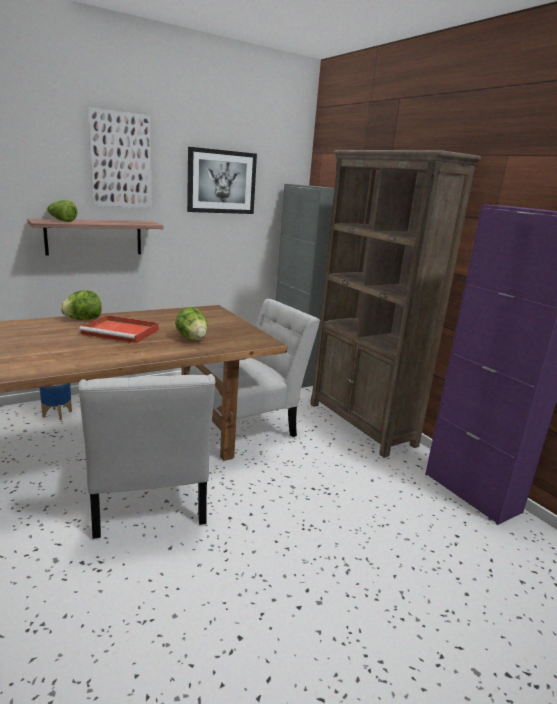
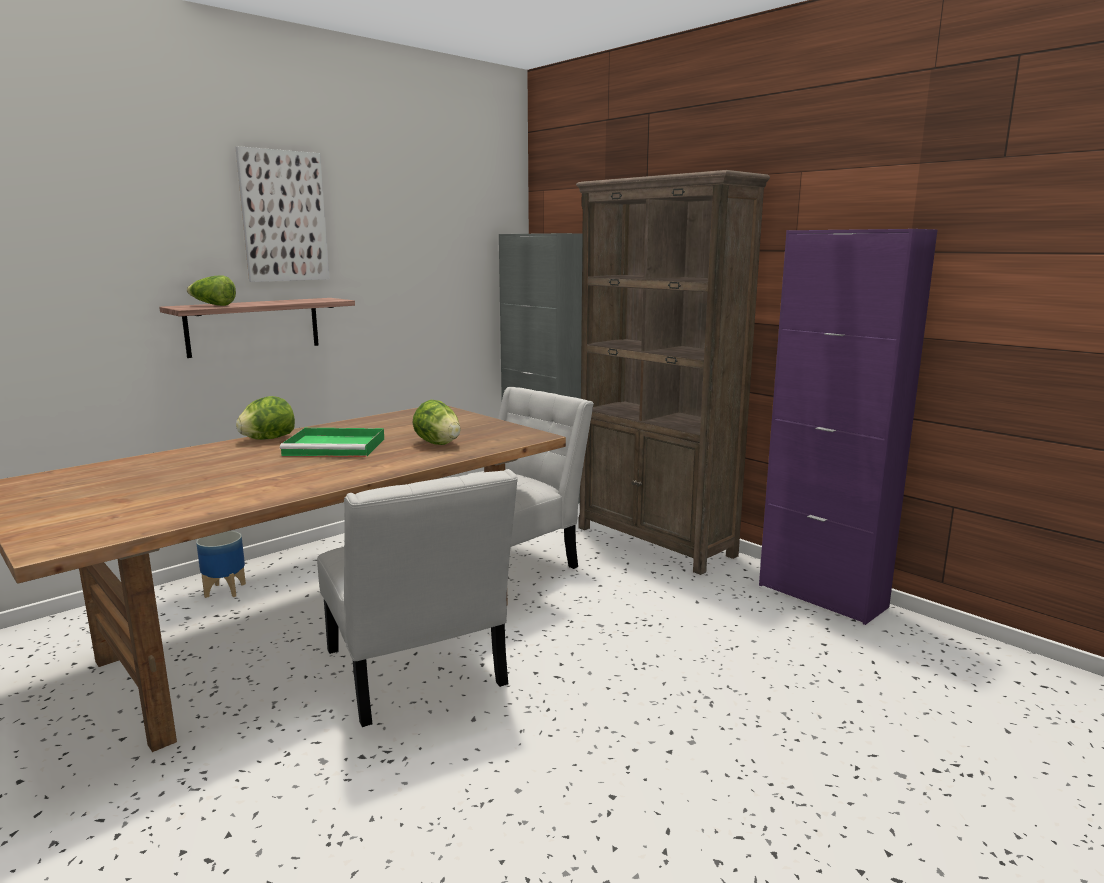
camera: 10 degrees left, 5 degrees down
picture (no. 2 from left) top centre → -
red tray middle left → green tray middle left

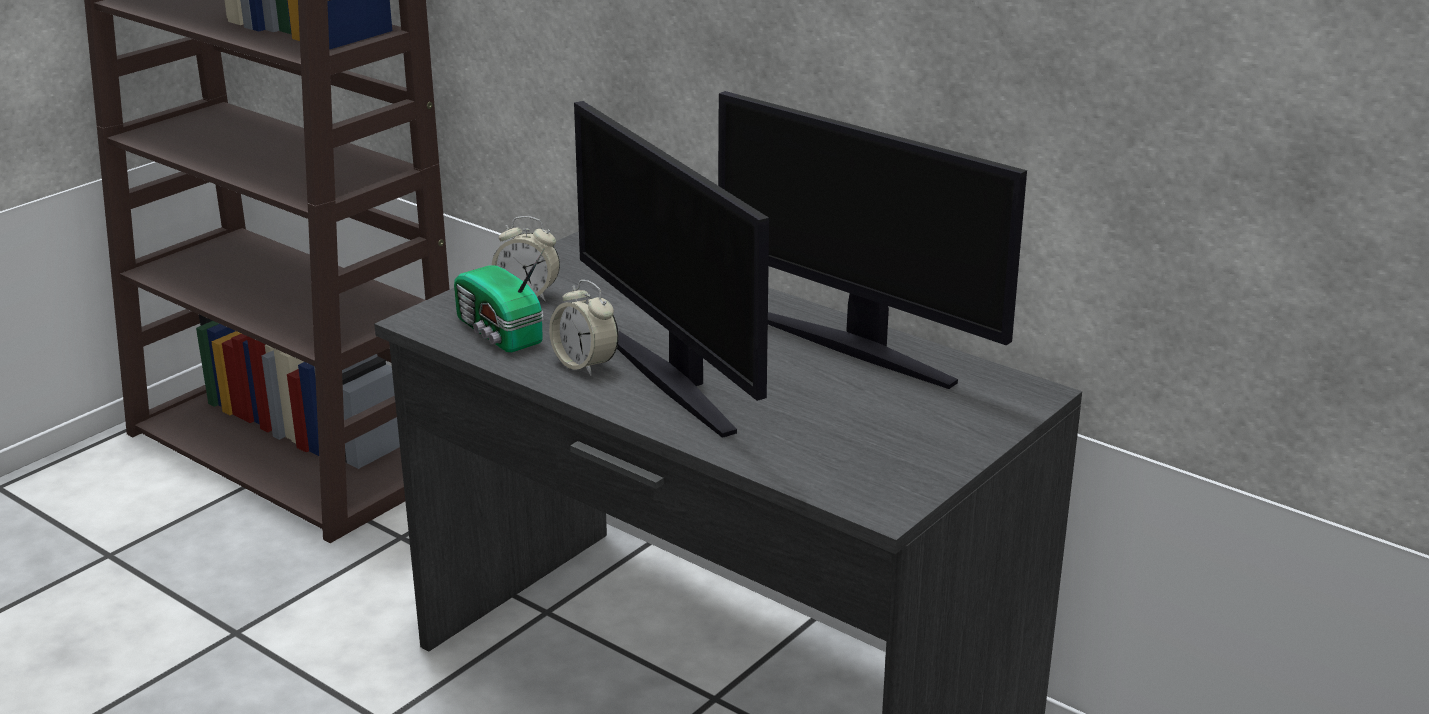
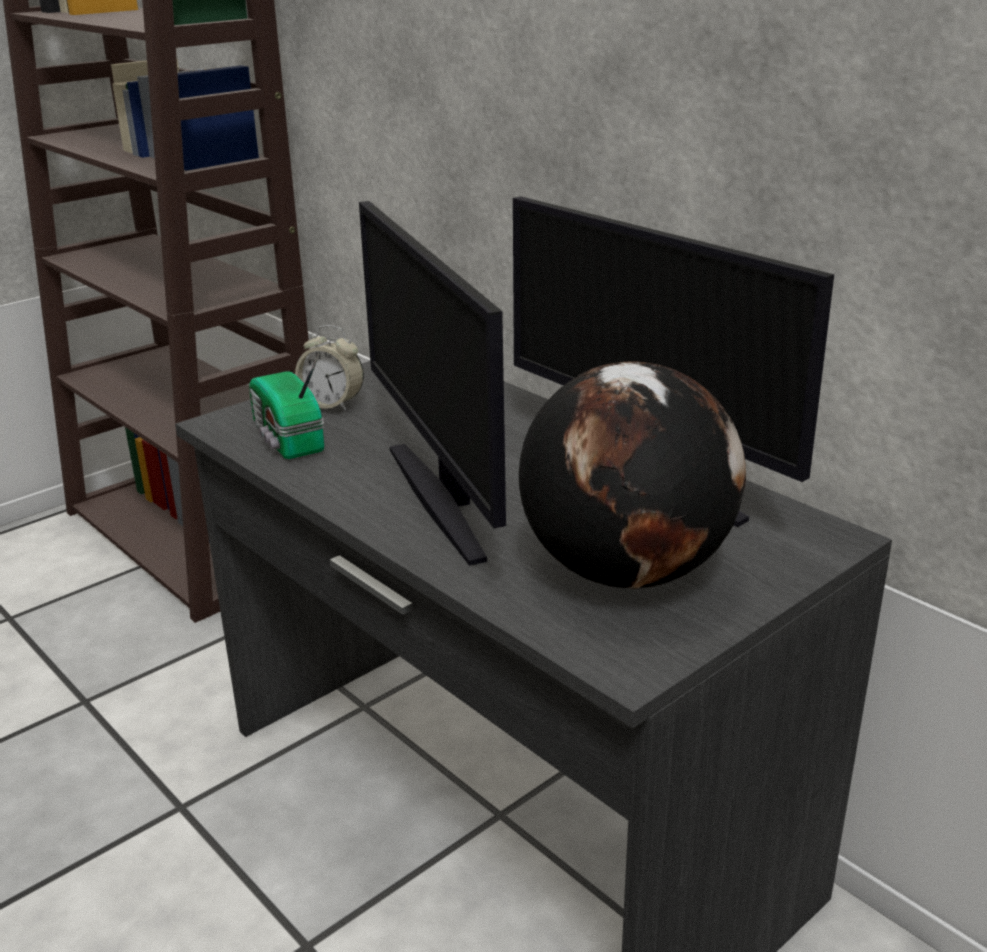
camera: 10 degrees right, 0 degrees up
alarm clock (no. 2 from left) centre → -
- → globe centre

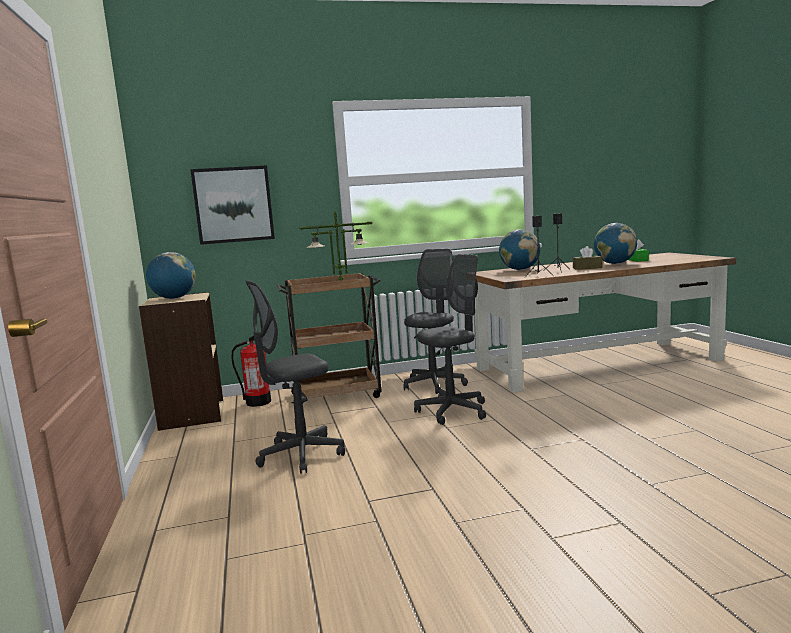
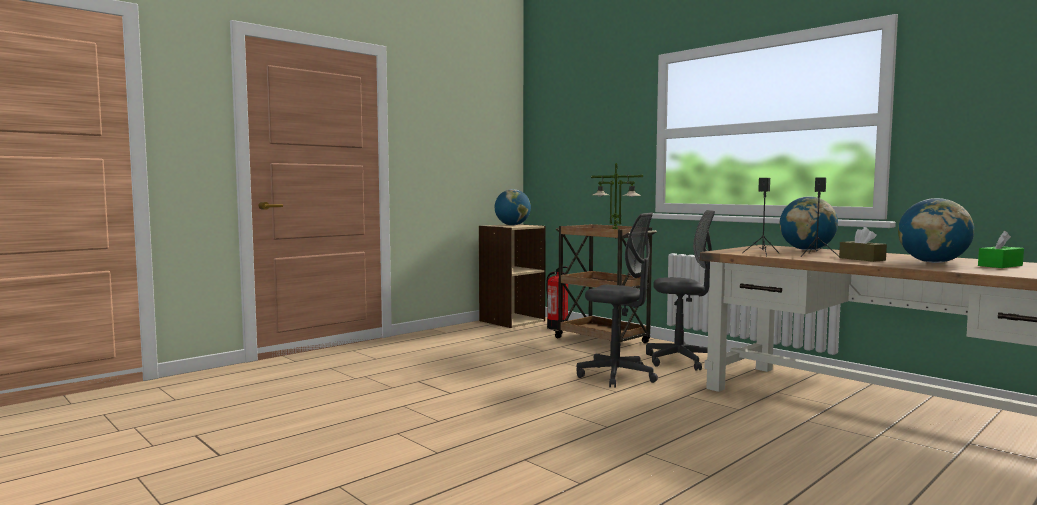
camera: 60 degrees right, 5 degrees down
picture top left → -
grey office chair (no. 1 from left) centre → -

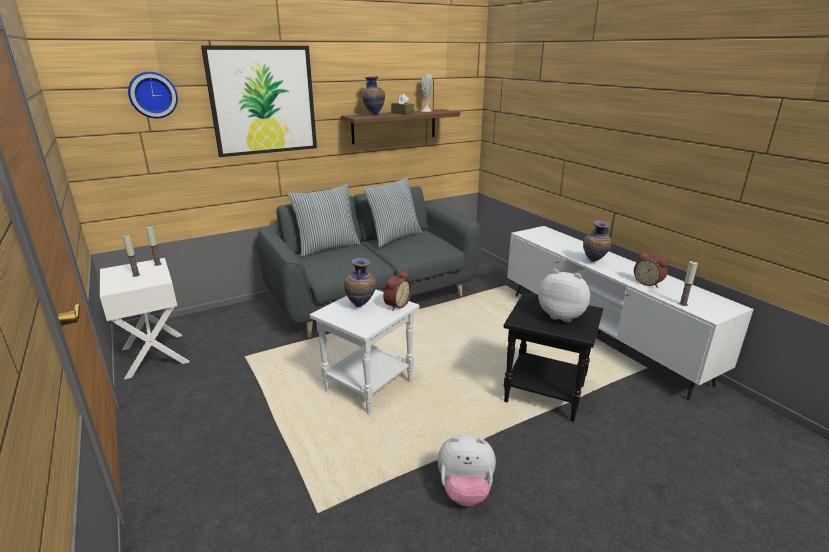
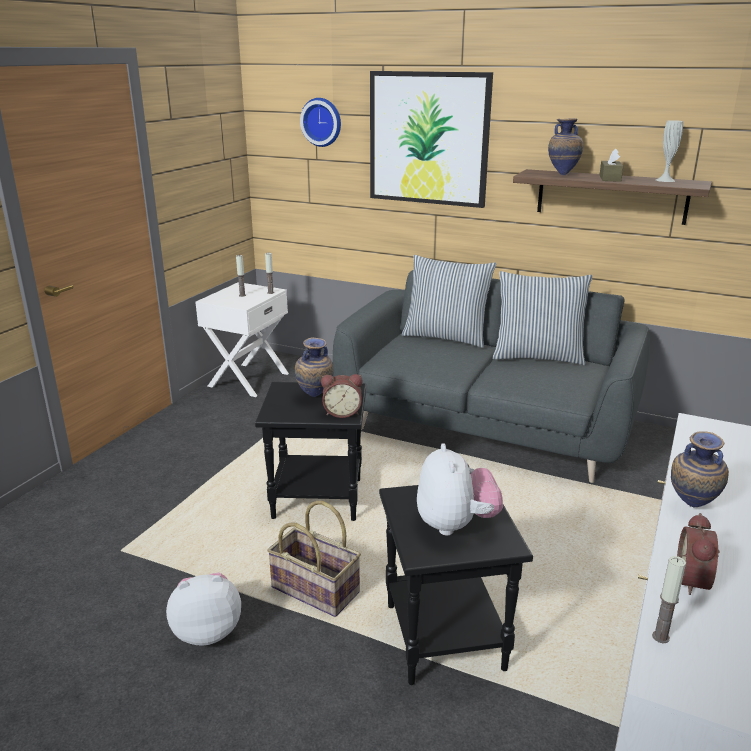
camera: 55 degrees right, 0 degrees up
- → basket bottom centre
white side table centre → black side table (no. 1 from left) centre
plush toy (no. 1 from left) bottom centre → plush toy (no. 1 from left) bottom left, 105 degrees clockwise

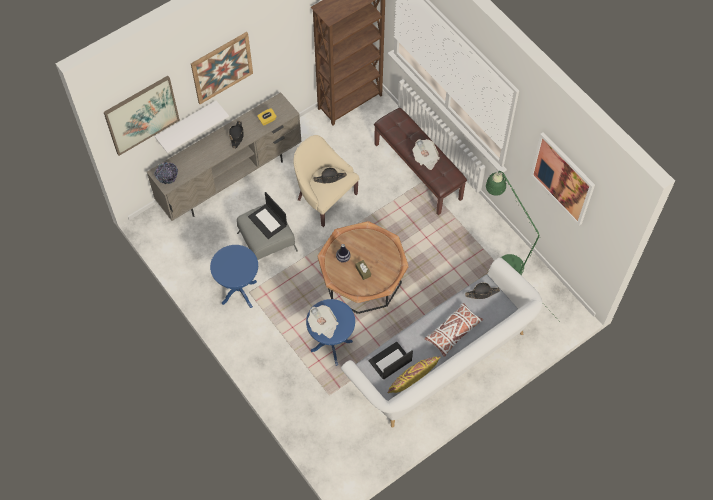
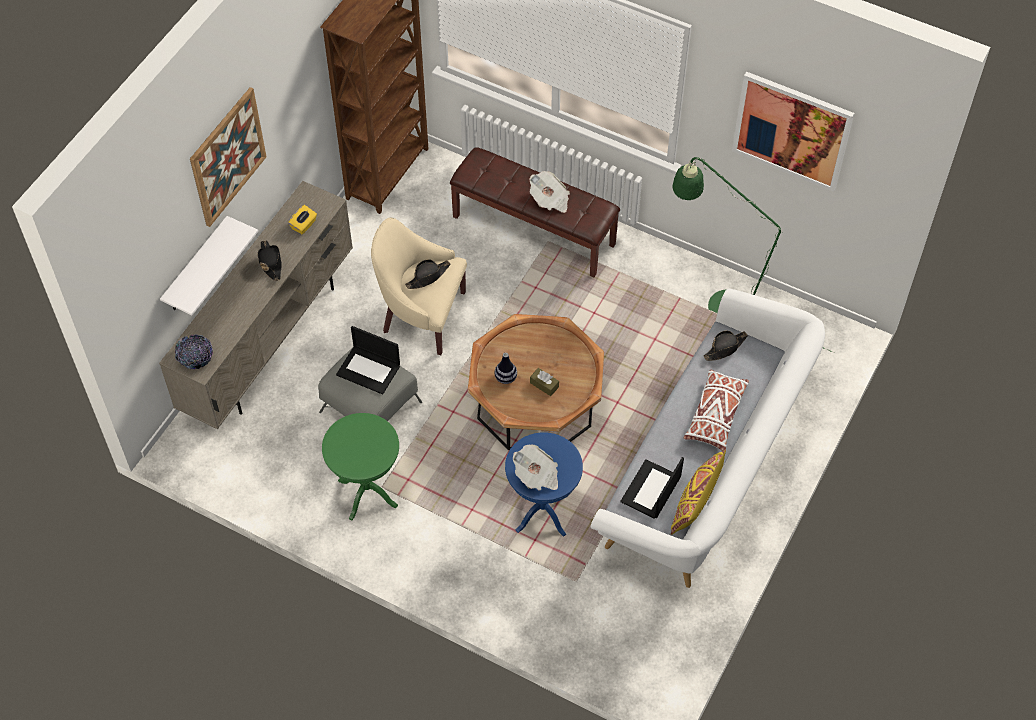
camera: 25 degrees left, 5 degrees down
picture (no. 1 from left) top left → -
blue side table (no. 1 from left) middle left → green side table centre

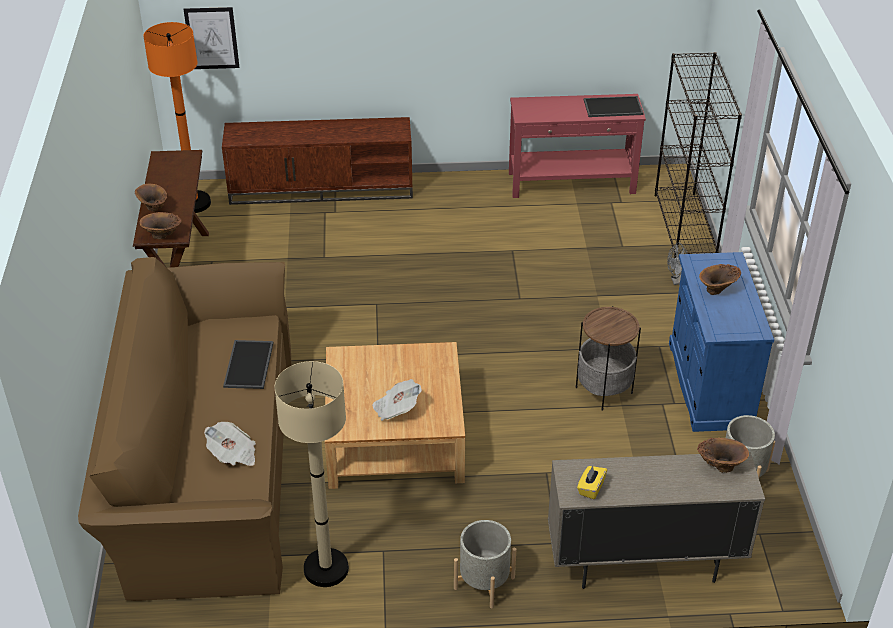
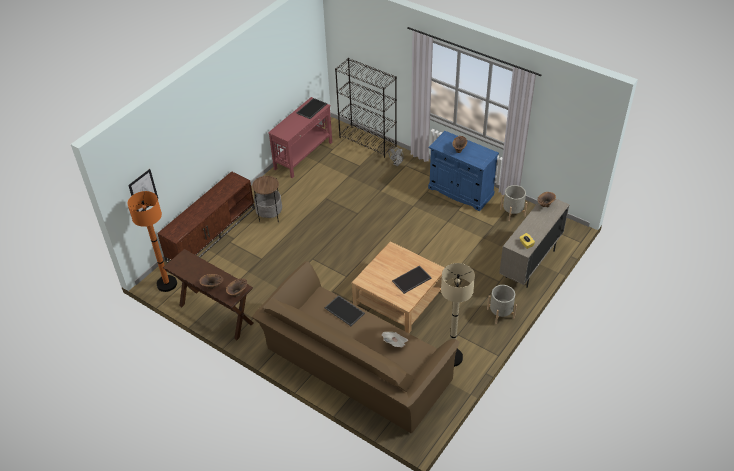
camera: 50 degrees left, 5 degrees up
side table middle right → side table centre, shifted
newspaper (no. 2 from left) centre → tray (no. 3 from left) centre

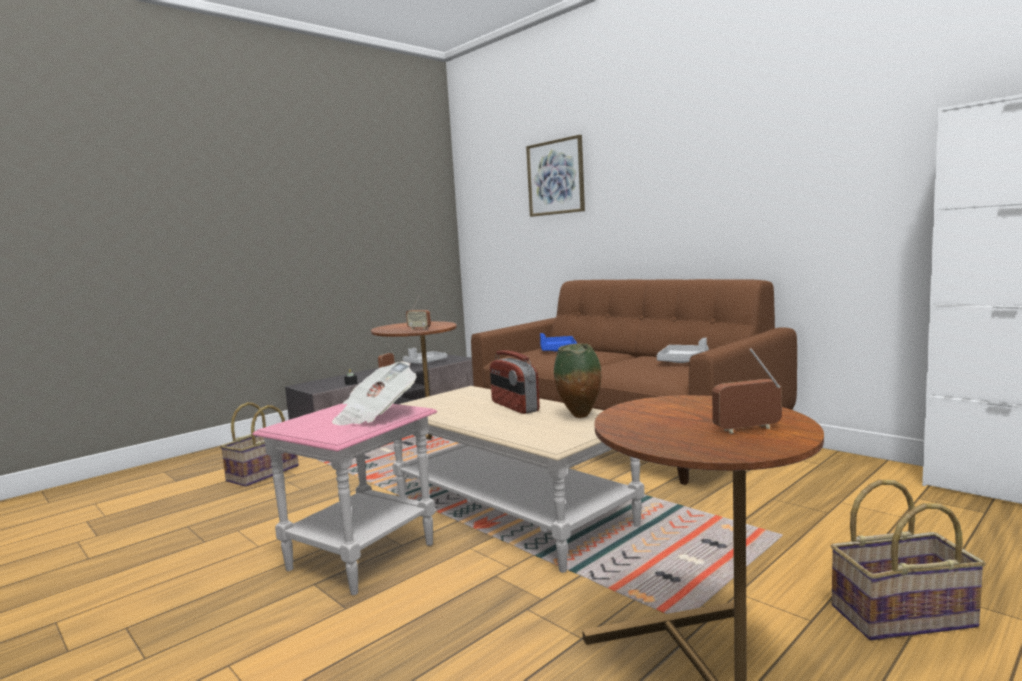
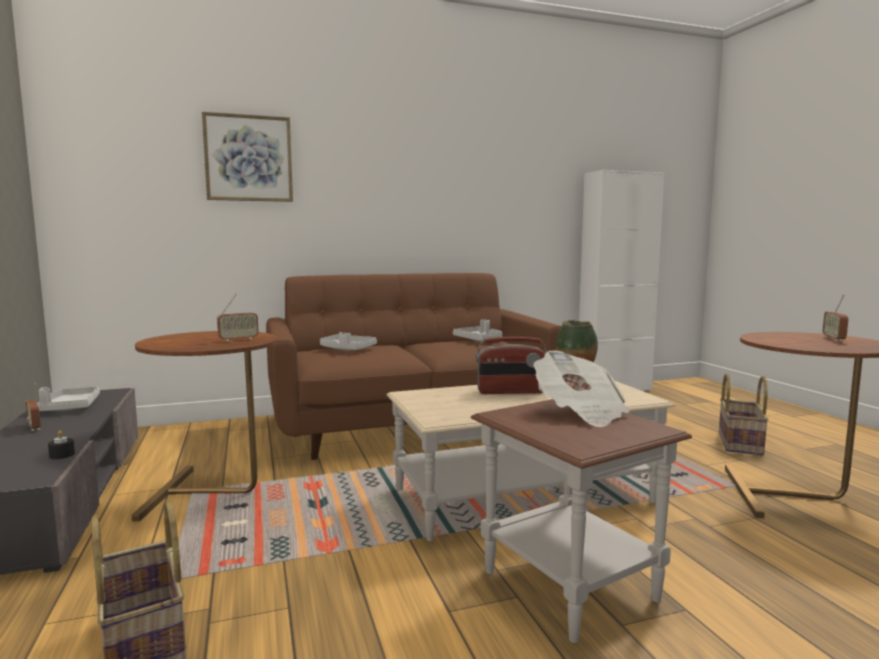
camera: 65 degrees left, 0 degrees up
pink side table bottom centre → brown side table (no. 2 from left) bottom centre
blue tray centre → grey tray (no. 2 from left) centre

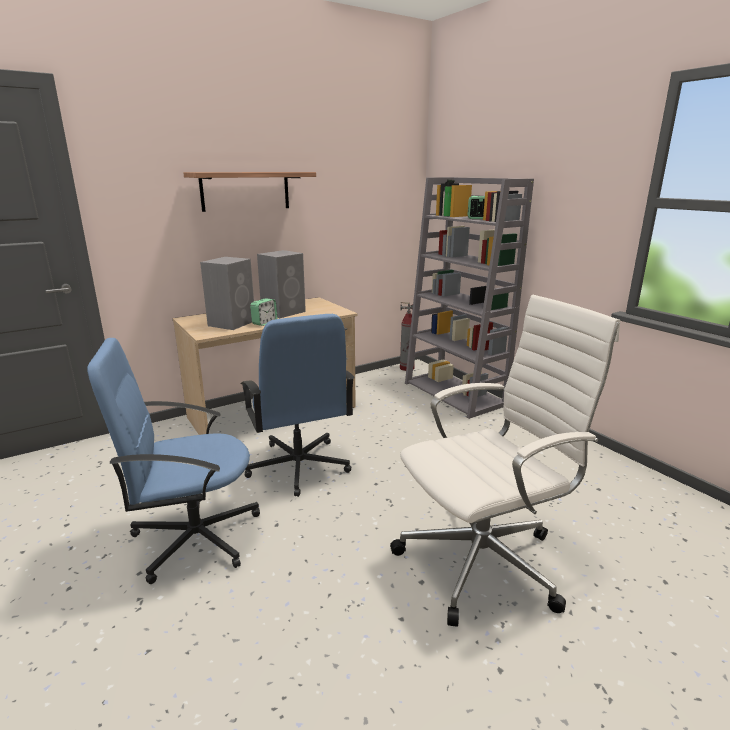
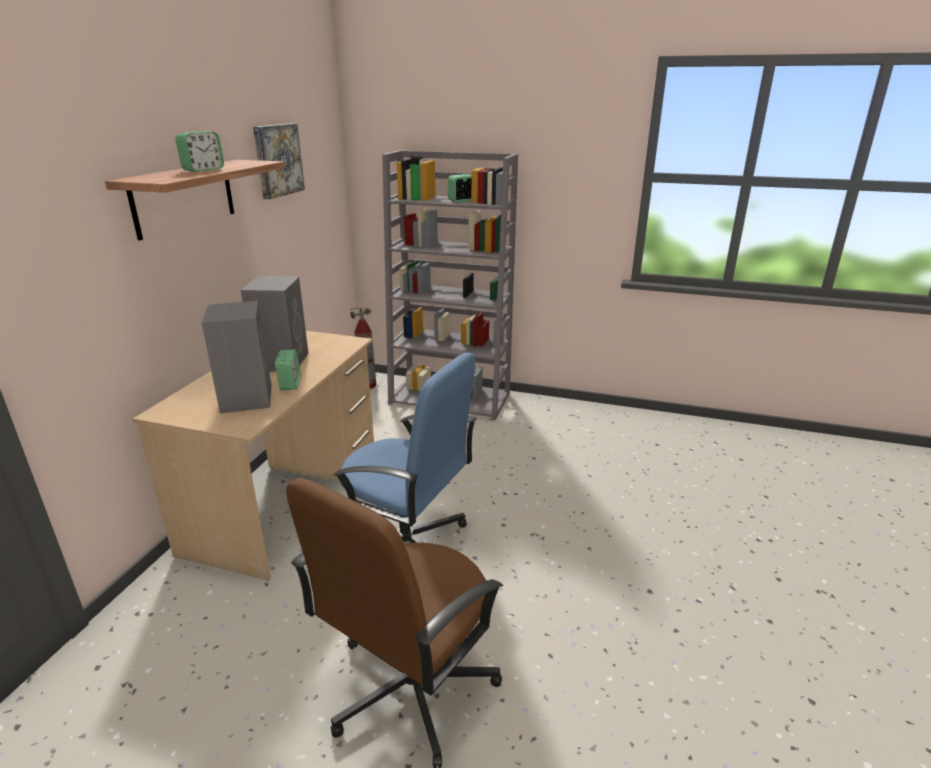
camera: 40 degrees left, 5 degrees up
white office chair middle right → -
- → alarm clock (no. 1 from left) top left
- → picture top left
blue office chair (no. 1 from left) middle left → brown office chair bottom centre

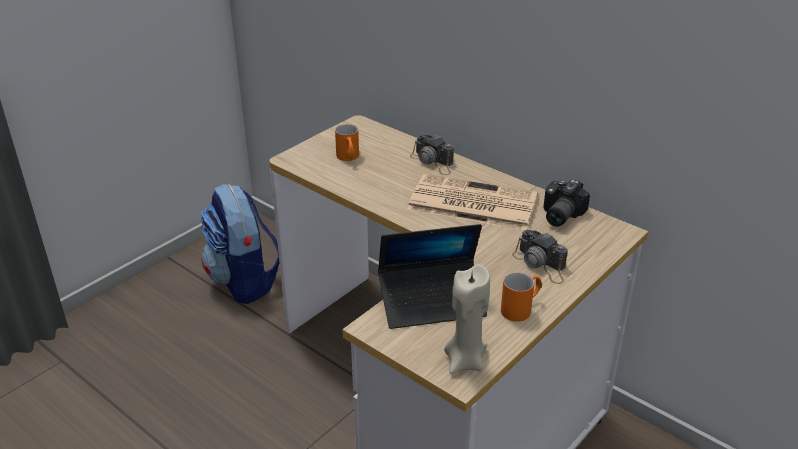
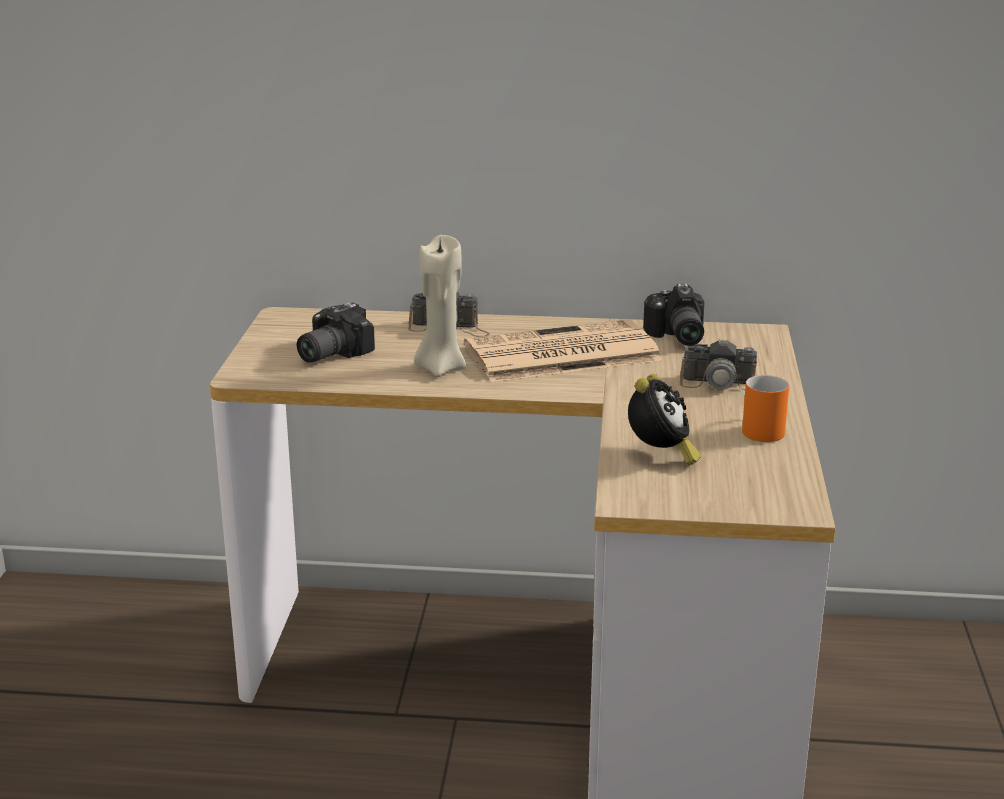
camera: 35 degrees left, 10 degrees down
backpack middle left → -
beige candle bottom centre → beige candle centre, shifted
orange mug (no. 1 from left) top centre → photo camera (no. 1 from left) centre
laptop centre → alarm clock centre

